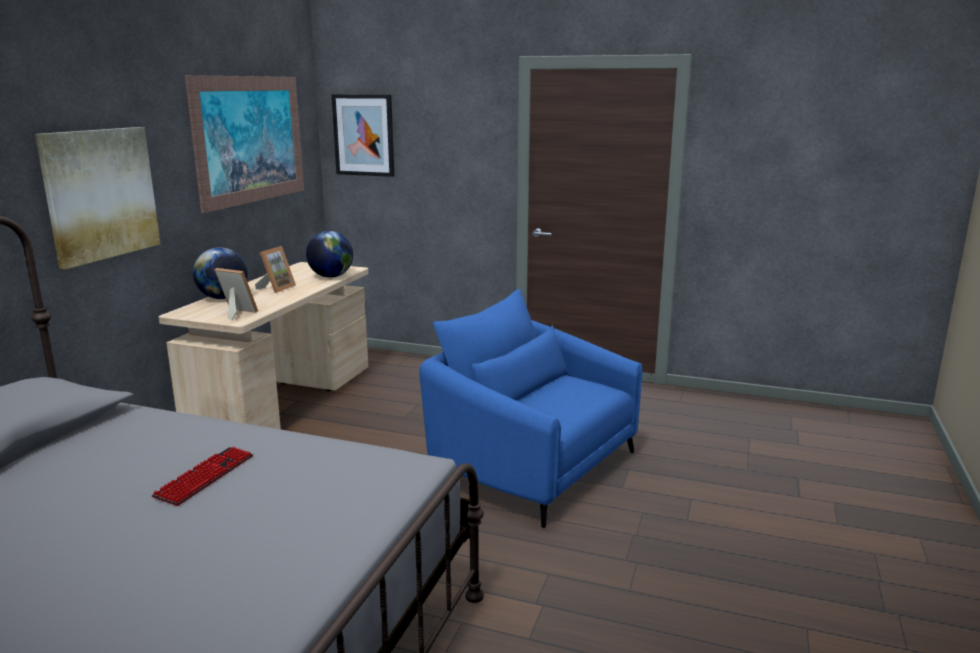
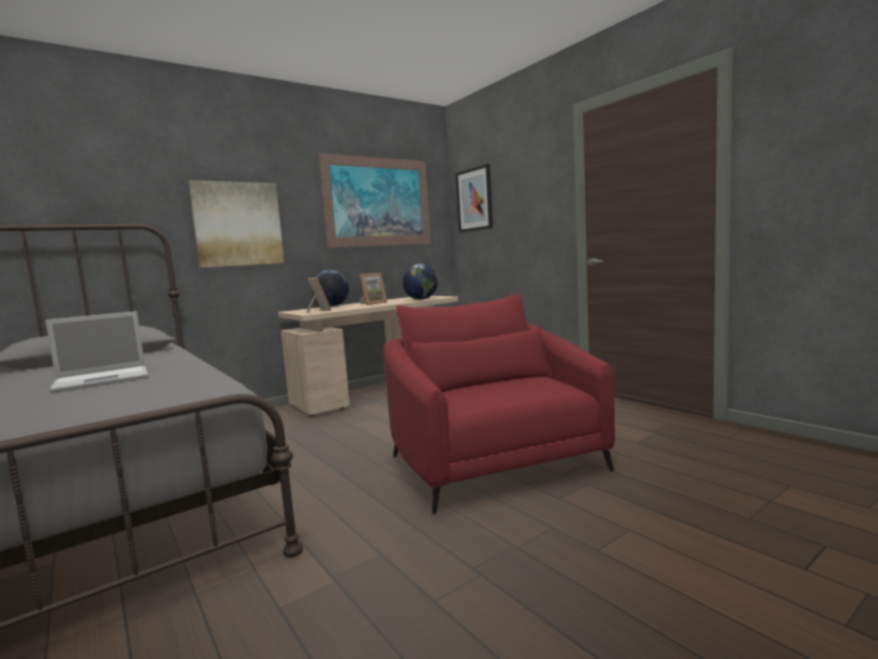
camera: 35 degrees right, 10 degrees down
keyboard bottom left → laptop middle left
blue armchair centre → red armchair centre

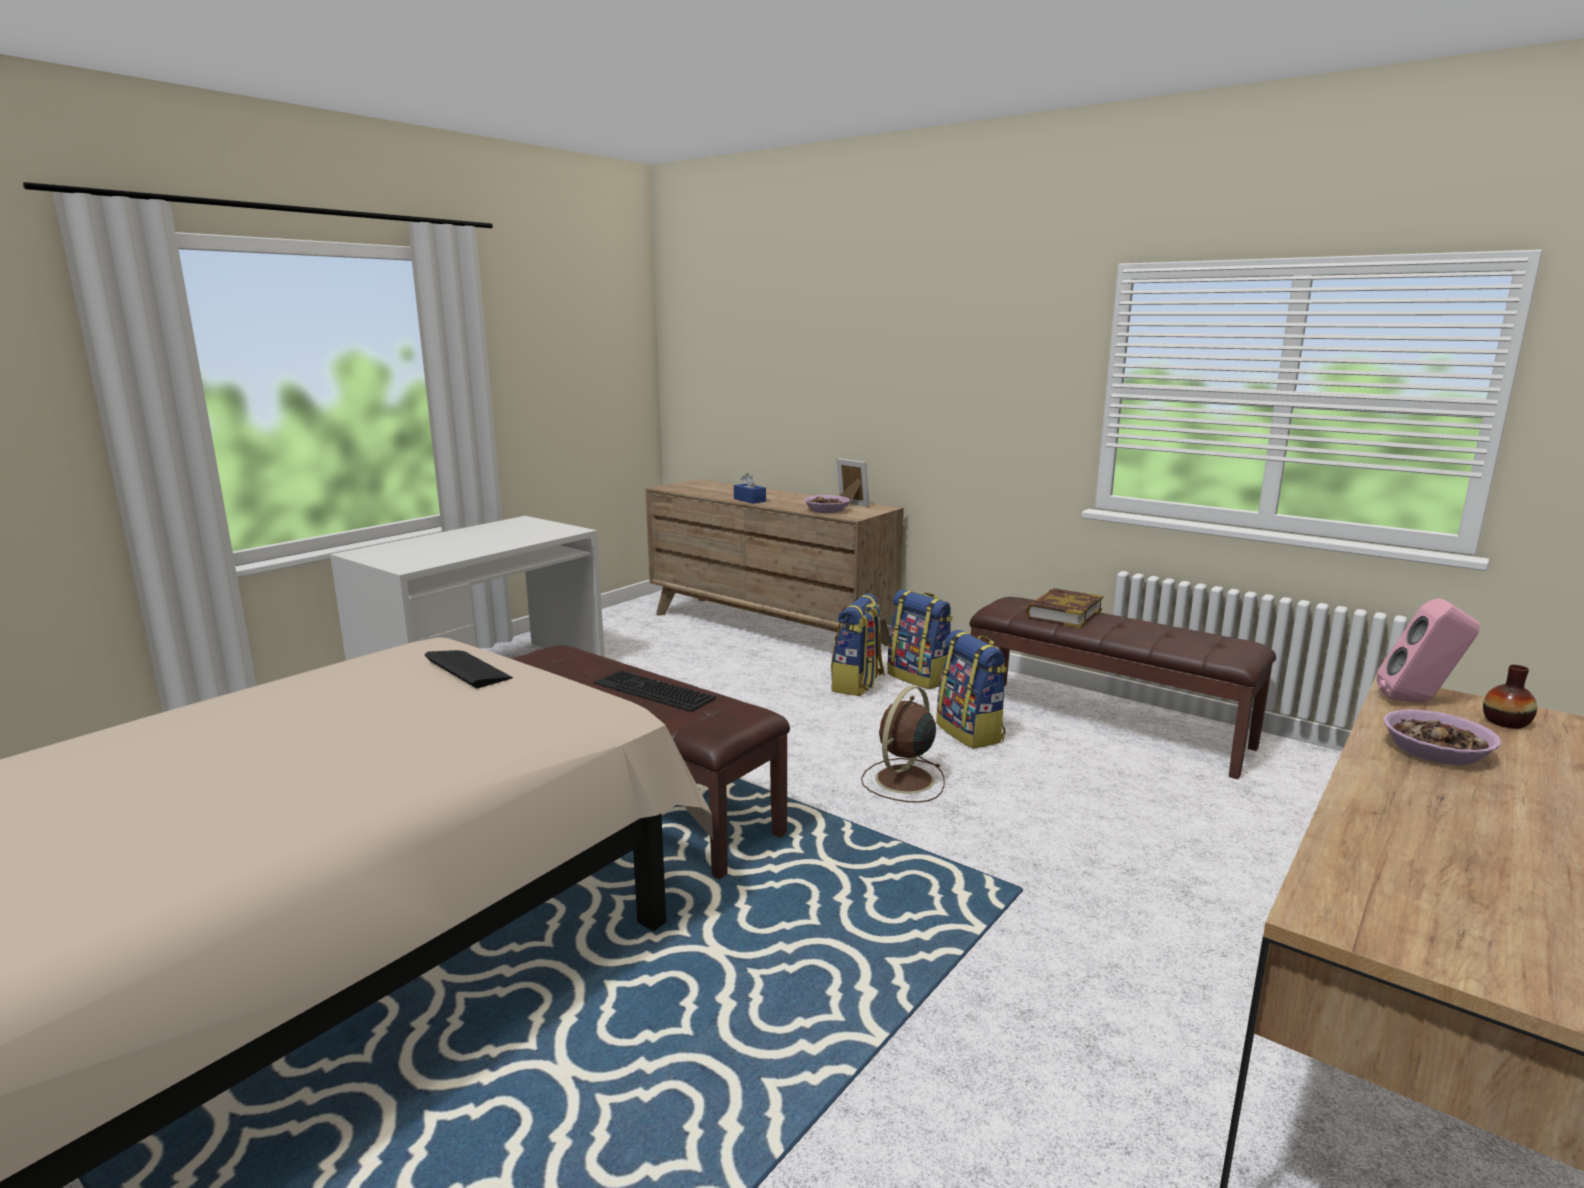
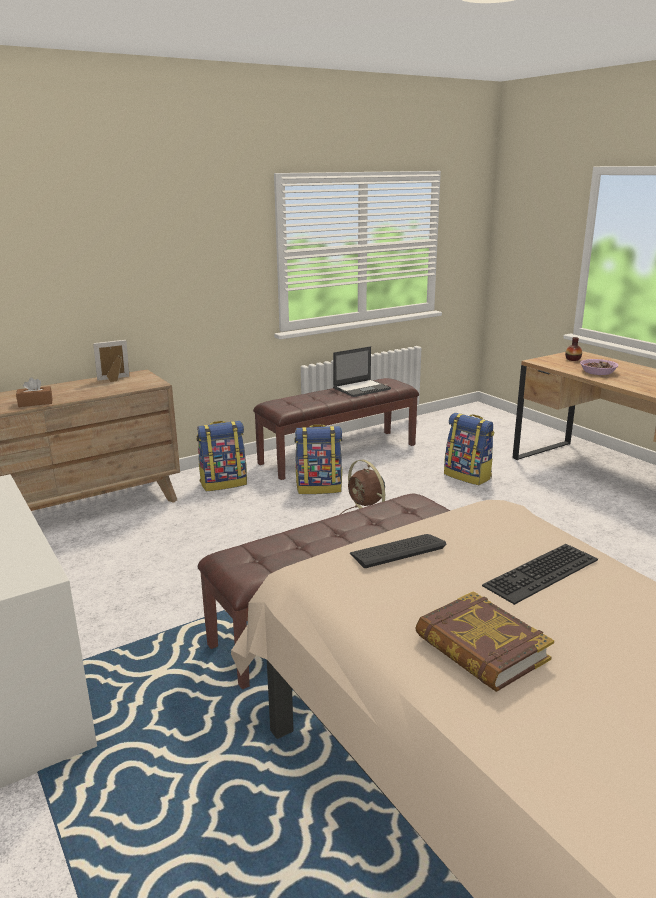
camera: 70 degrees left, 5 degrees up
bowl (no. 1 from left) centre → -
pink speaker middle right → -
- → laptop centre
keyboard (no. 2 from left) centre → keyboard (no. 2 from left) middle right, shifted
backpack (no. 1 from left in the first image) centre → backpack (no. 3 from left) middle right, shifted
book middle right → book bottom right, shifted
blue tissue box centre → brown tissue box middle left

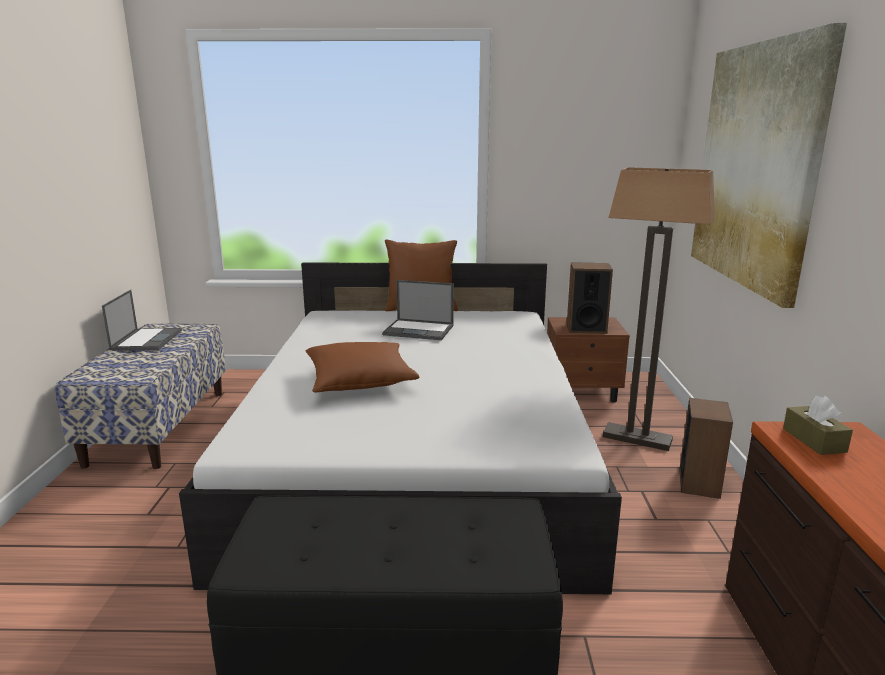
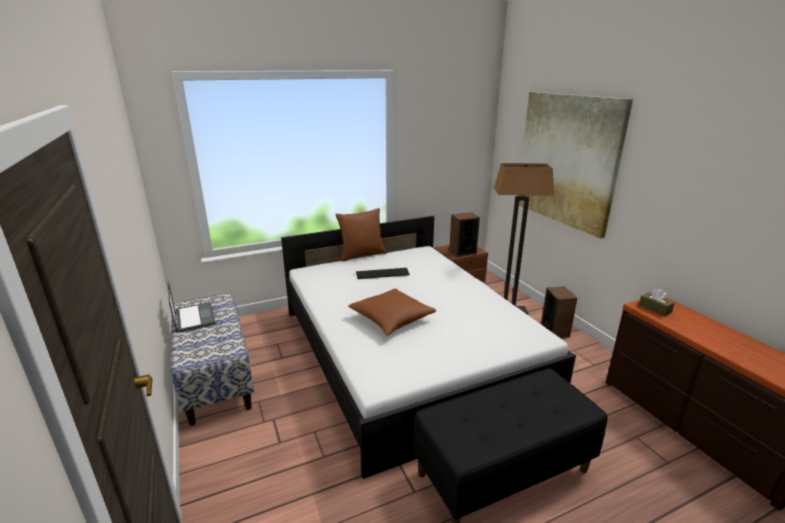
camera: 25 degrees left, 5 degrees up
laptop (no. 2 from left) centre → keyboard centre

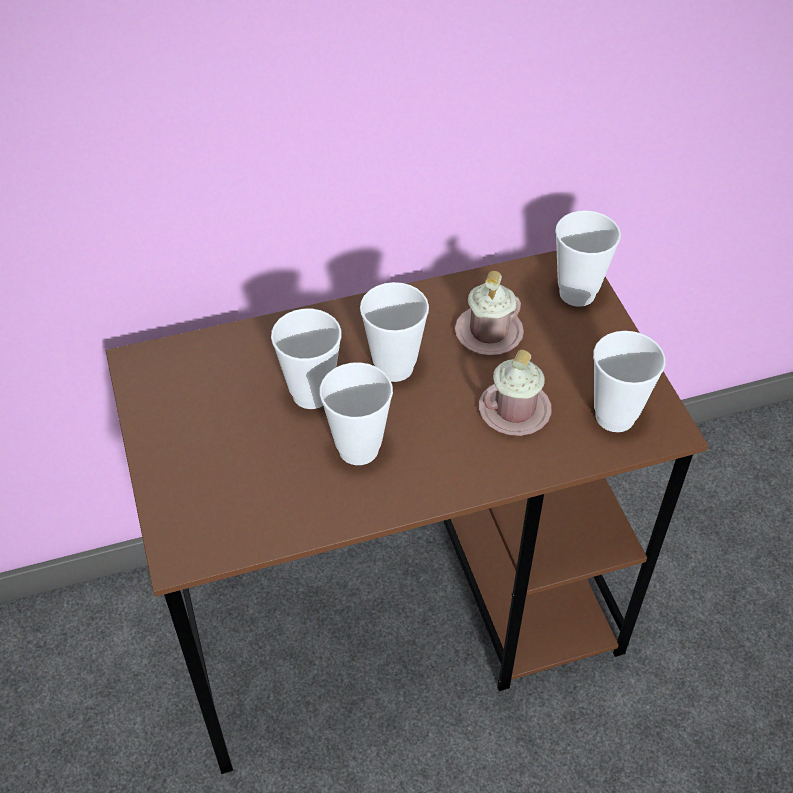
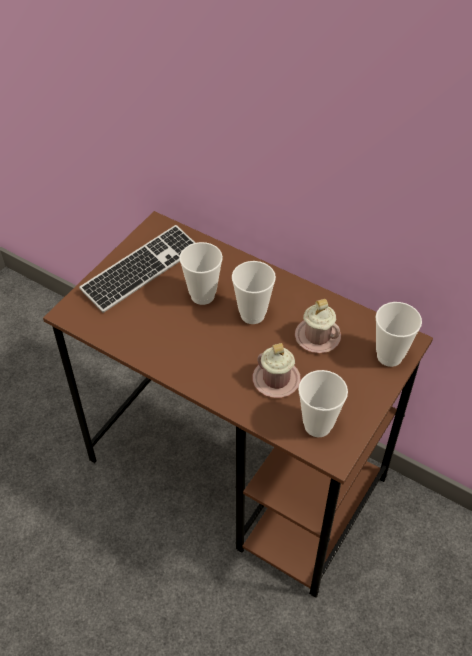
camera: 50 degrees right, 0 degrees up
cup (no. 2 from left) centre → -
- → keyboard middle left

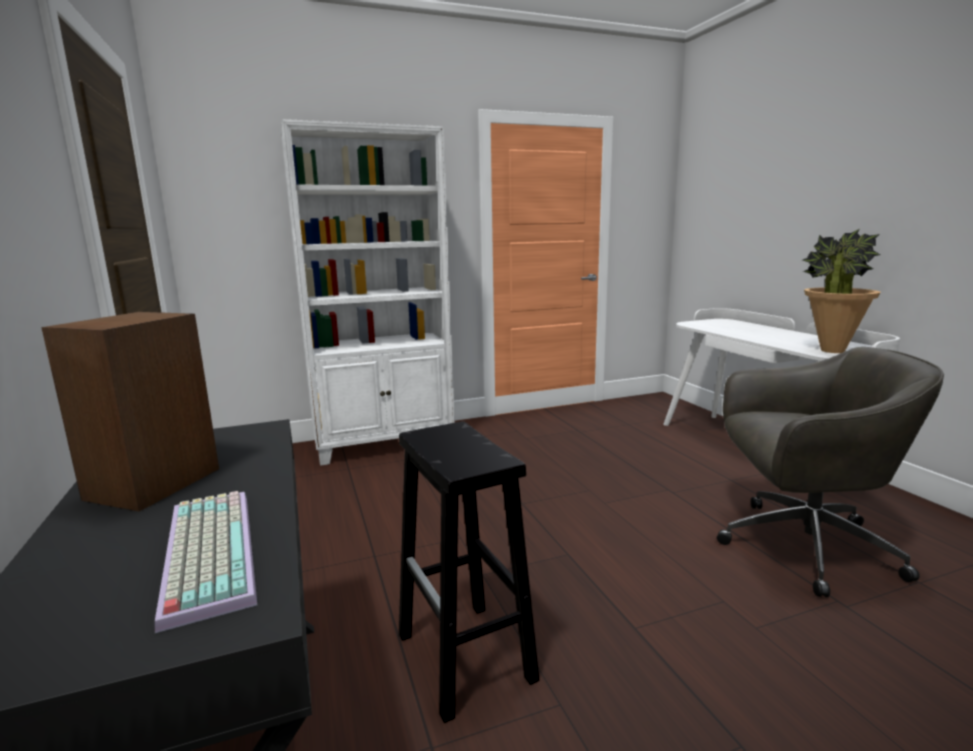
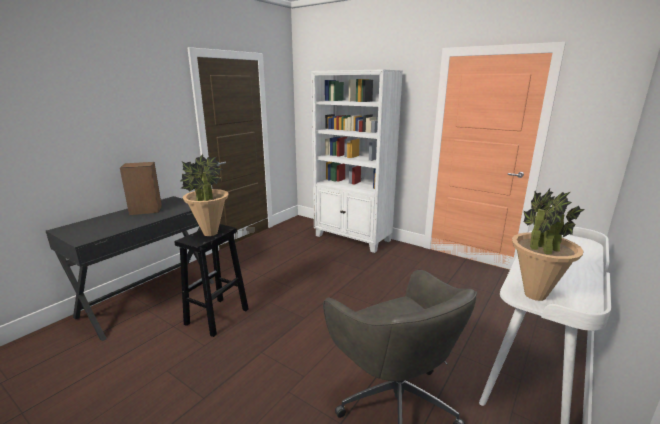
camera: 55 degrees right, 5 degrees up
keyboard bottom left → -
- → potted plant (no. 1 from left) middle left

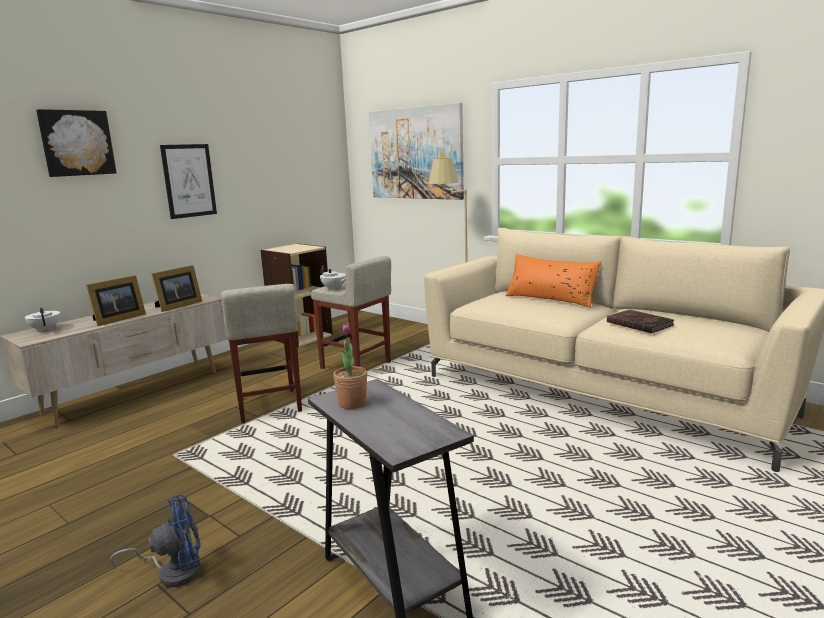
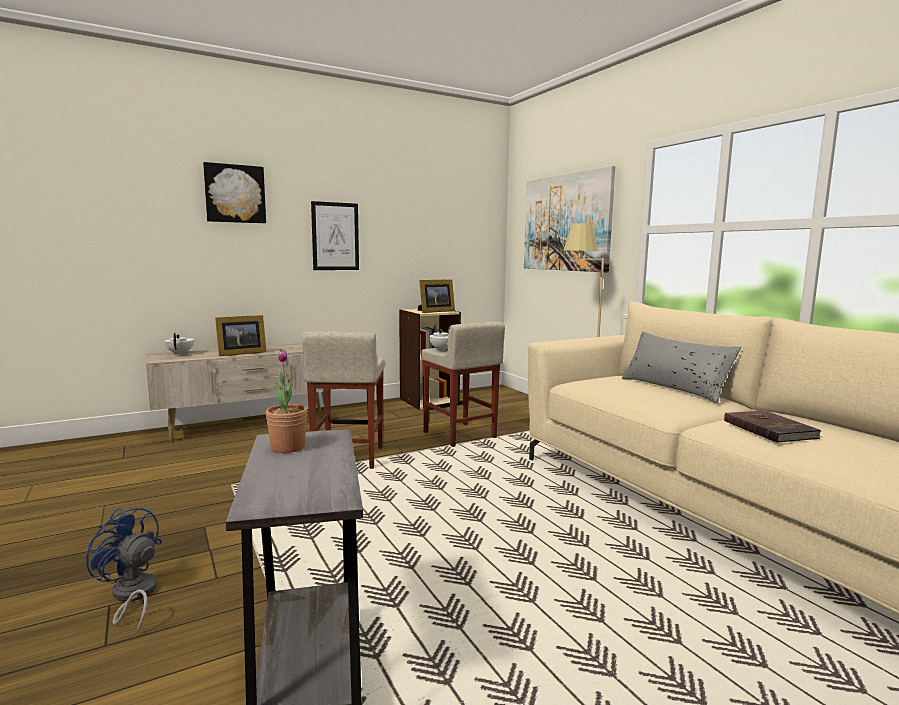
camera: 20 degrees right, 5 degrees down
picture frame (no. 2 from left) middle left → picture frame (no. 2 from left) centre, shifted
orange pillow middle right → grey pillow middle right
blue fan bottom left, 150 degrees counterclockwise

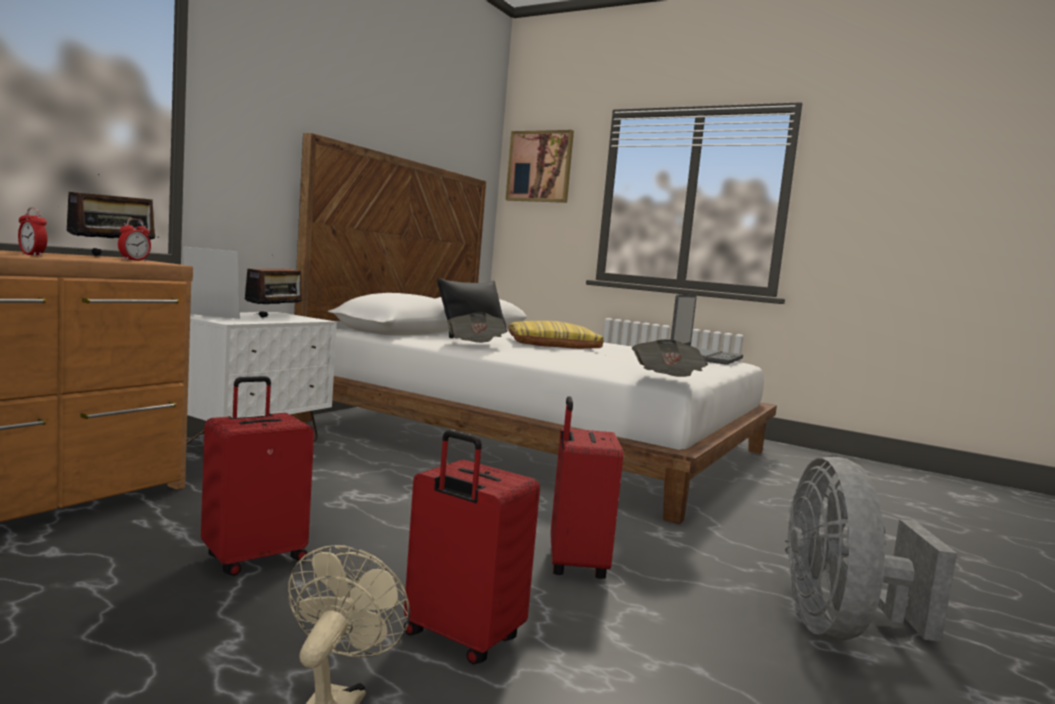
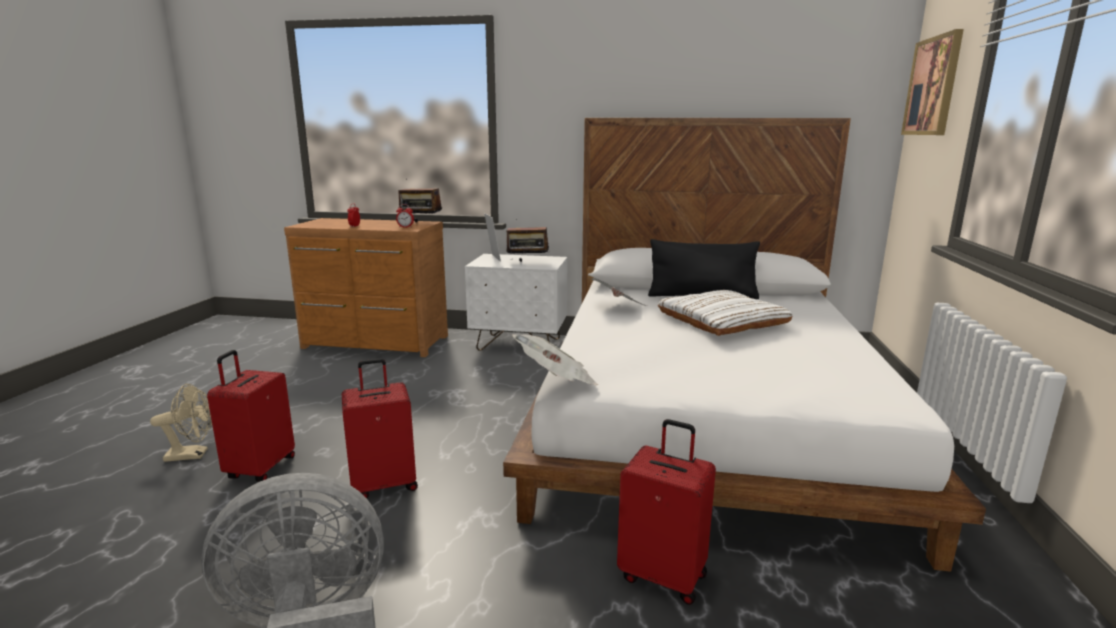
camera: 70 degrees right, 10 degrees up
laptop middle right → -
red suitcase (no. 1 from left in the first image) bottom left → red suitcase (no. 3 from left) bottom centre, shifted
yellow pillow centre → white pillow centre

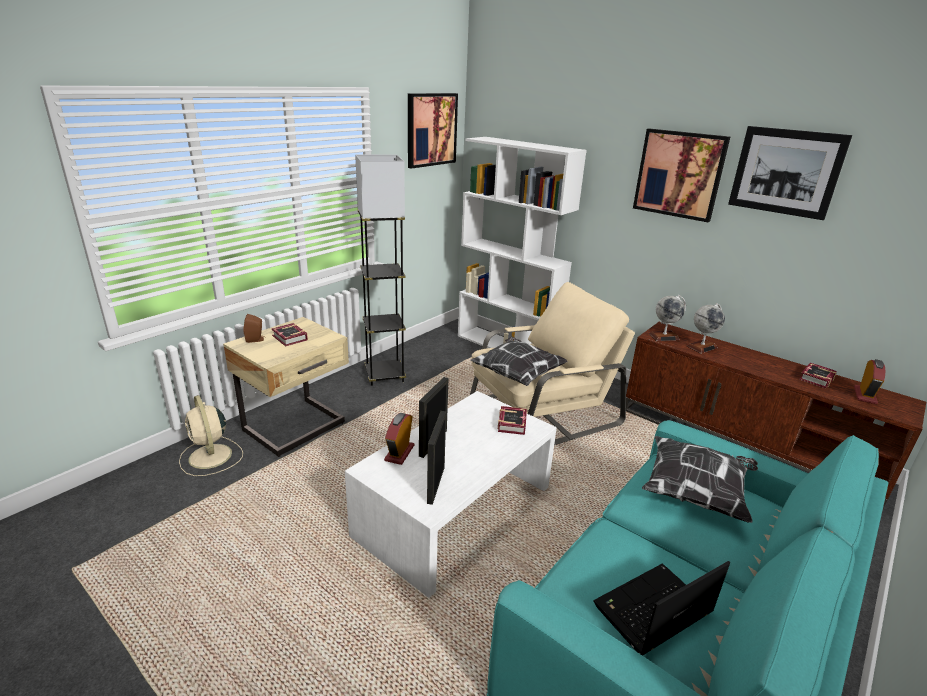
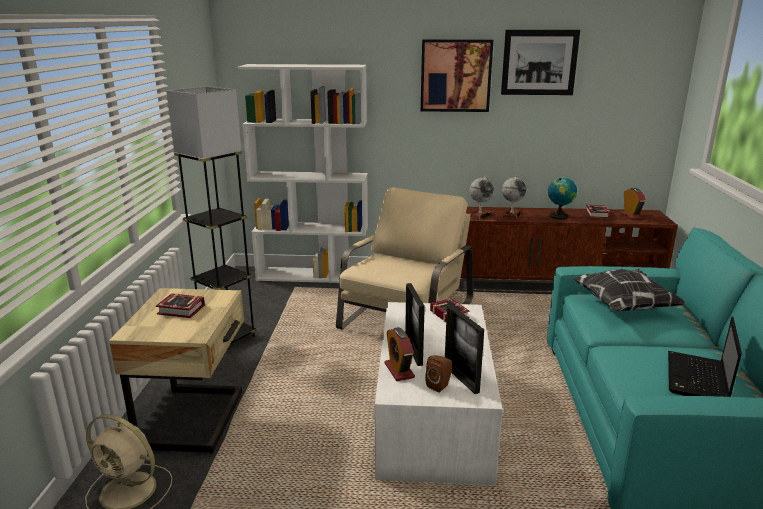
camera: 35 degrees left, 5 degrees down
picture (no. 1 from left) top centre → -
pillow (no. 1 from left) centre → -
- → globe (no. 3 from left) middle right
brown speaker middle left → brown speaker bottom centre, shifted

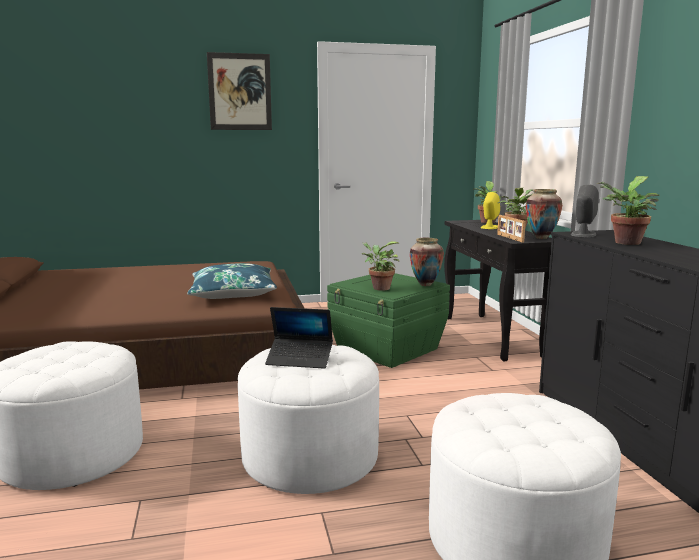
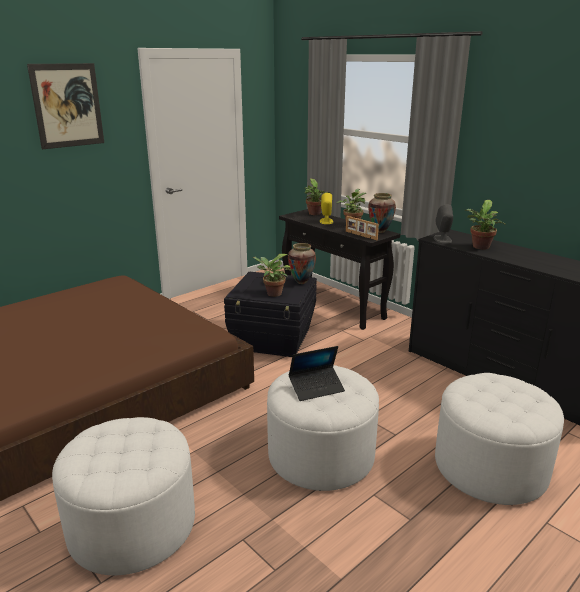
camera: 30 degrees left, 10 degrees up
blue pillow middle left → -
green storage box centre → black storage box centre

